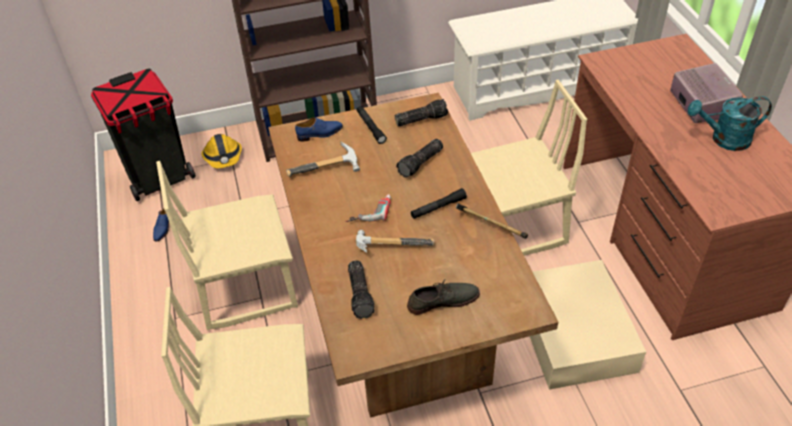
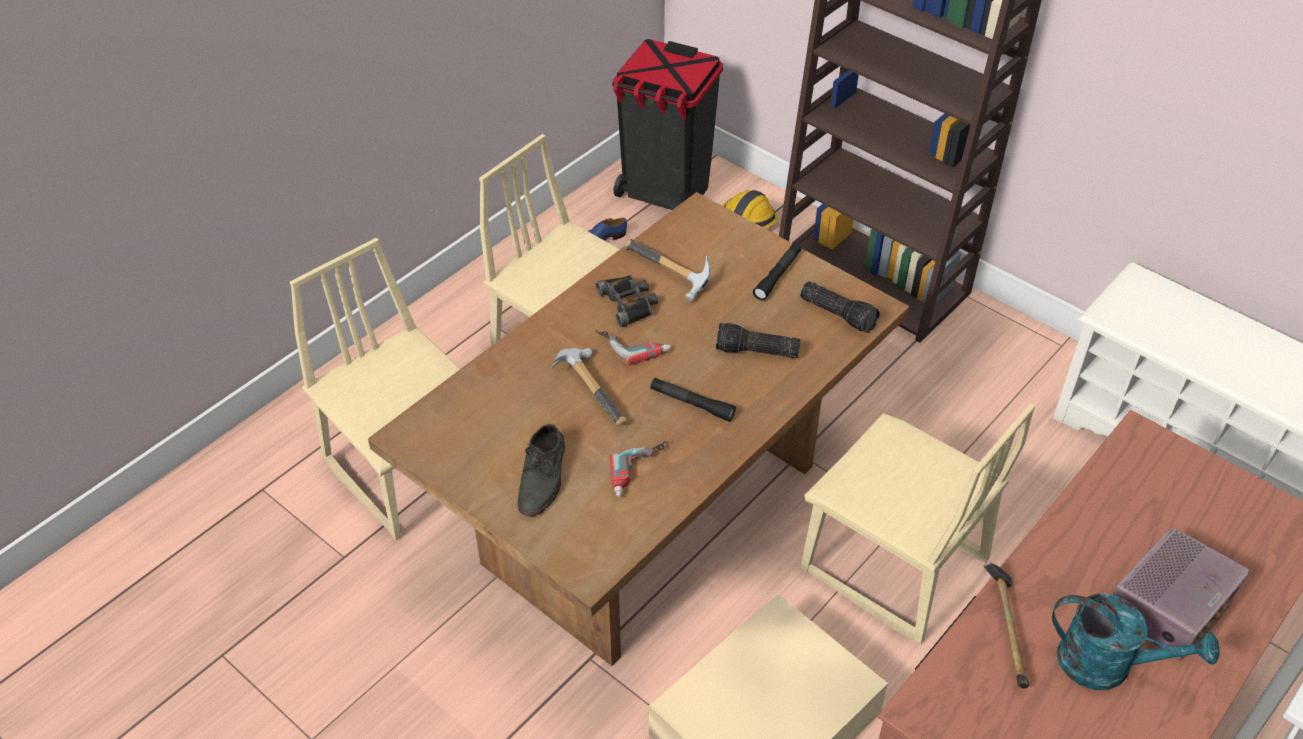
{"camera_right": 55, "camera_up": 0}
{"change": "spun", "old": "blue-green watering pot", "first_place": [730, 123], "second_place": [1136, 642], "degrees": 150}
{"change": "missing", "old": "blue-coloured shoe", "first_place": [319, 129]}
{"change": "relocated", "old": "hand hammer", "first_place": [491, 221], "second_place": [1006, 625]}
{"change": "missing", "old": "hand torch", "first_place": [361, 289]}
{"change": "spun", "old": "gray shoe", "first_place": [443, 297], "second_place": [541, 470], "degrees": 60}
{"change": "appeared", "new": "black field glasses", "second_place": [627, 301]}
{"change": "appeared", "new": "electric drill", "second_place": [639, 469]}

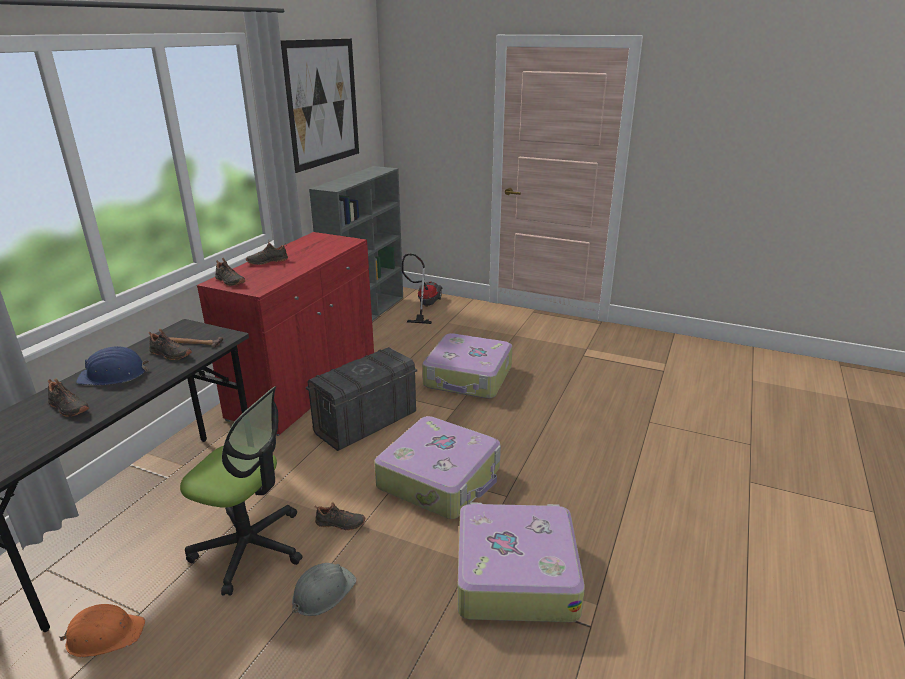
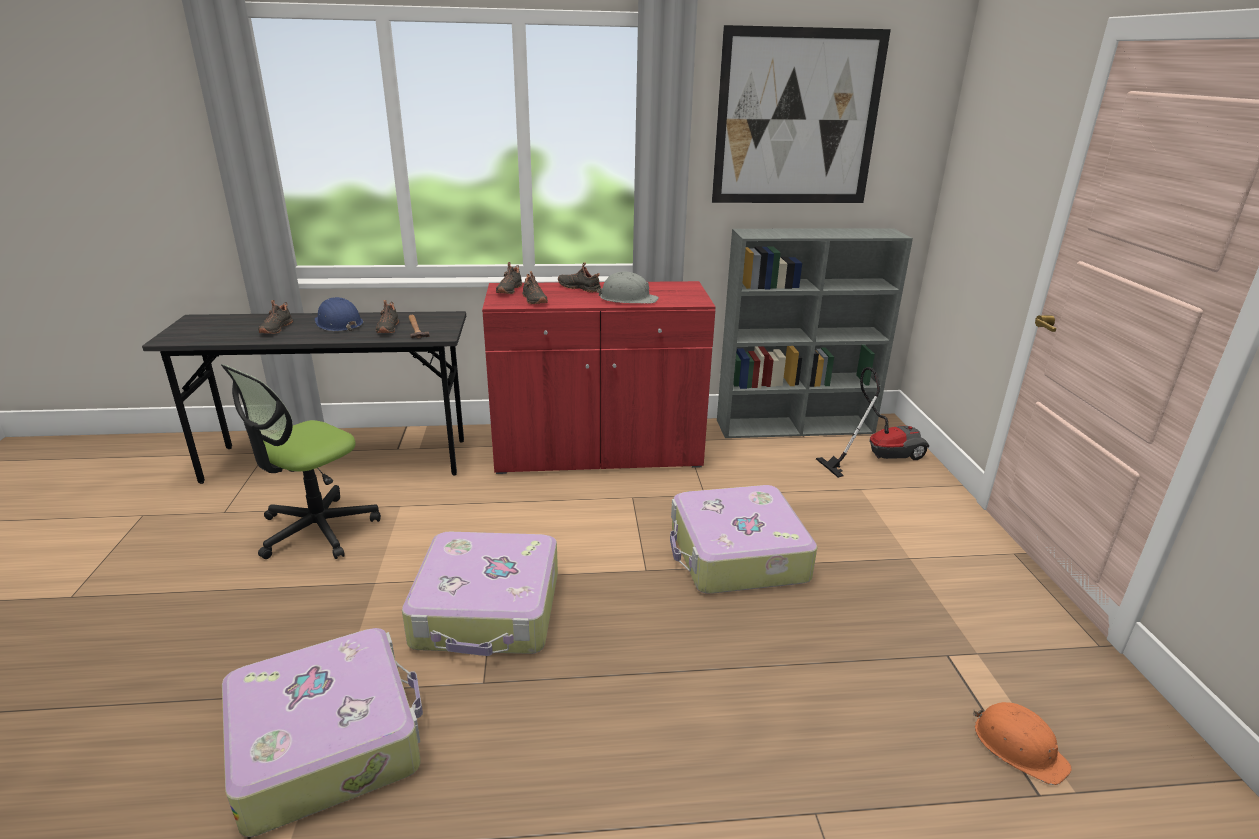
{"camera_right": 60, "camera_up": 0}
{"change": "missing", "old": "gray storage bin", "first_place": [361, 399]}
{"change": "spun", "old": "computer chair", "first_place": [241, 491], "second_place": [301, 461], "degrees": 45}
{"change": "relocated", "old": "black shoe", "first_place": [339, 516], "second_place": [535, 287]}
{"change": "relocated", "old": "gray work helmet", "first_place": [324, 589], "second_place": [627, 288]}
{"change": "relocated", "old": "orangey work helmet", "first_place": [102, 630], "second_place": [1022, 743]}

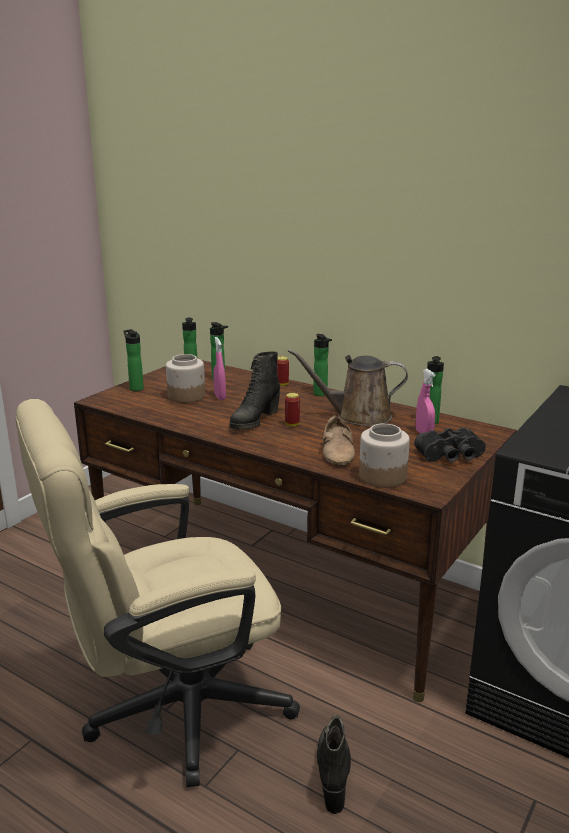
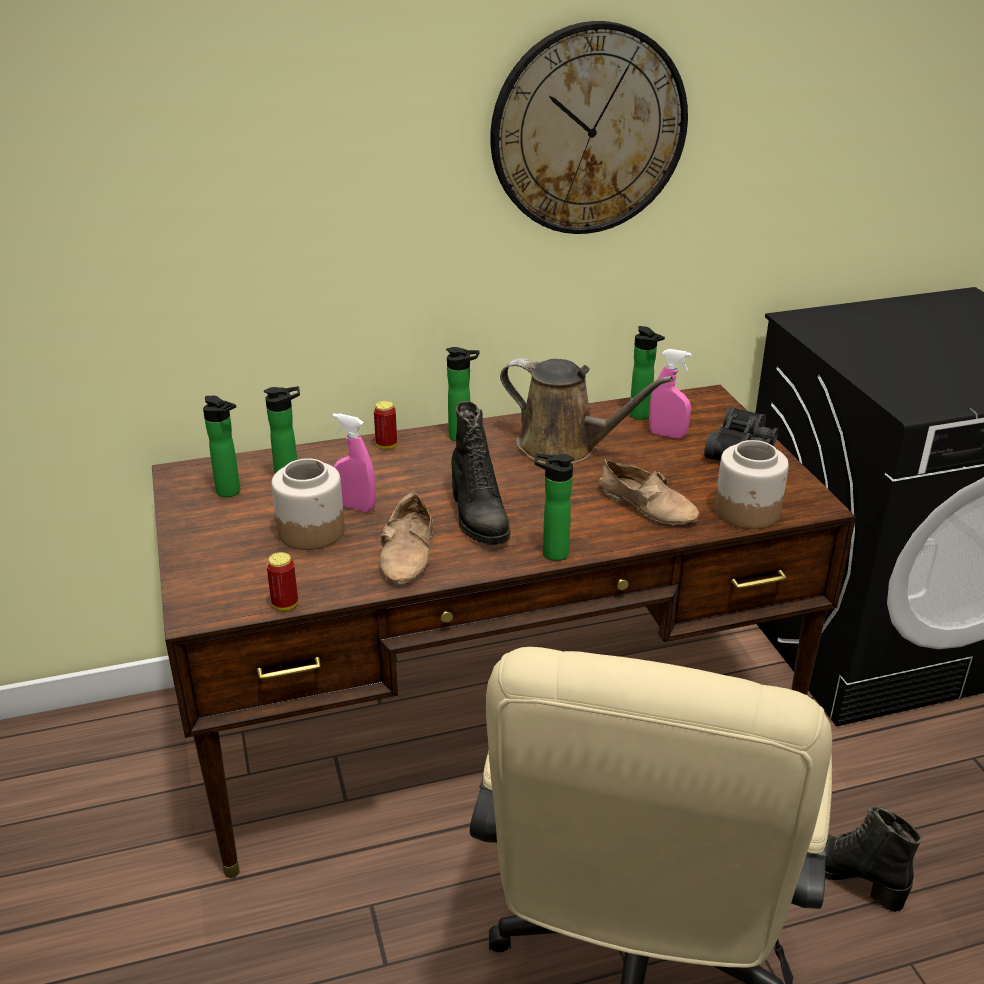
{"camera_right": -50, "camera_up": 10}
{"change": "relocated", "old": "beverage bottle", "first_place": [134, 360], "second_place": [554, 507]}
{"change": "spun", "old": "brownish watering pot", "first_place": [348, 387], "second_place": [586, 411], "degrees": -105}
{"change": "relocated", "old": "metal can", "first_place": [292, 409], "second_place": [282, 581]}
{"change": "appeared", "new": "clock on the wall", "second_place": [589, 127]}
{"change": "appeared", "new": "sand-coloured shoe", "second_place": [406, 537]}

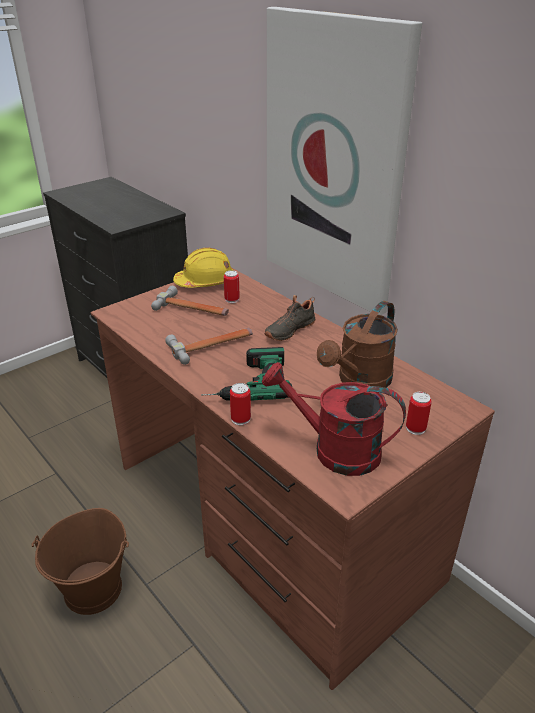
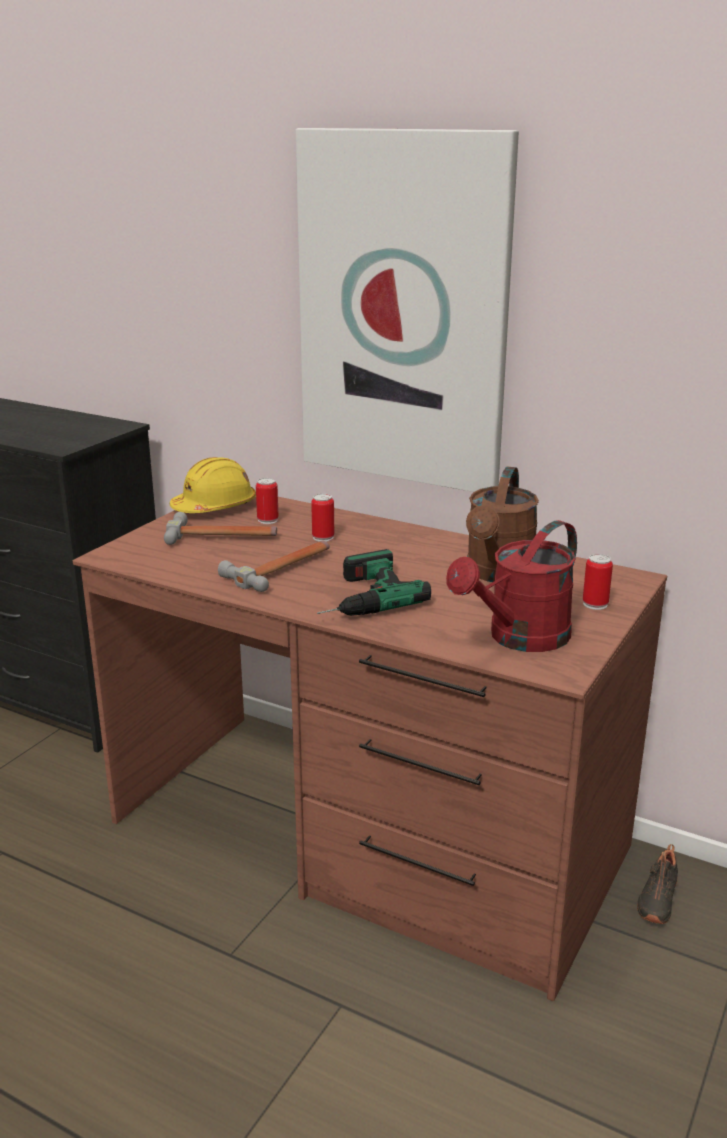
{"camera_right": -20, "camera_up": -10}
{"change": "relocated", "old": "black shoe", "first_place": [290, 318], "second_place": [657, 884]}
{"change": "spun", "old": "reddish watering pot", "first_place": [334, 419], "second_place": [511, 586], "degrees": -45}
{"change": "relocated", "old": "metal can", "first_place": [240, 404], "second_place": [322, 518]}
{"change": "missing", "old": "brownish pail", "first_place": [80, 561]}

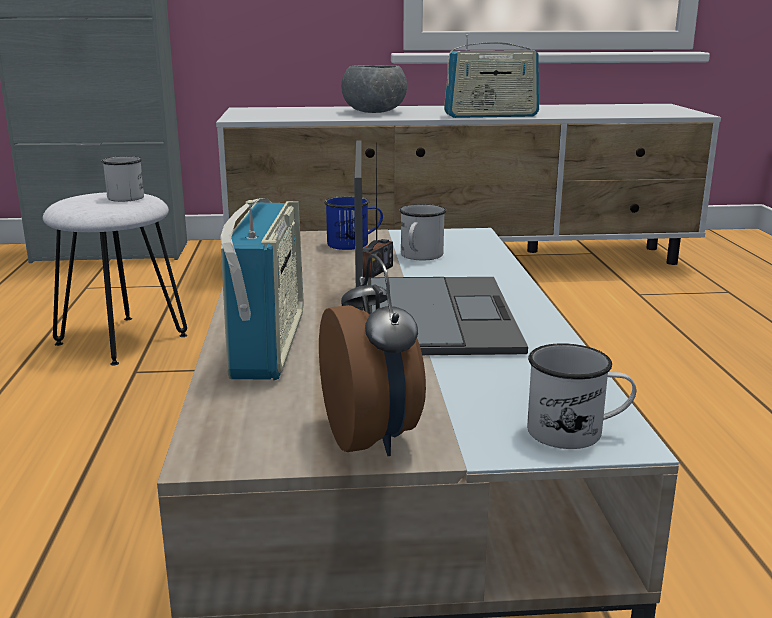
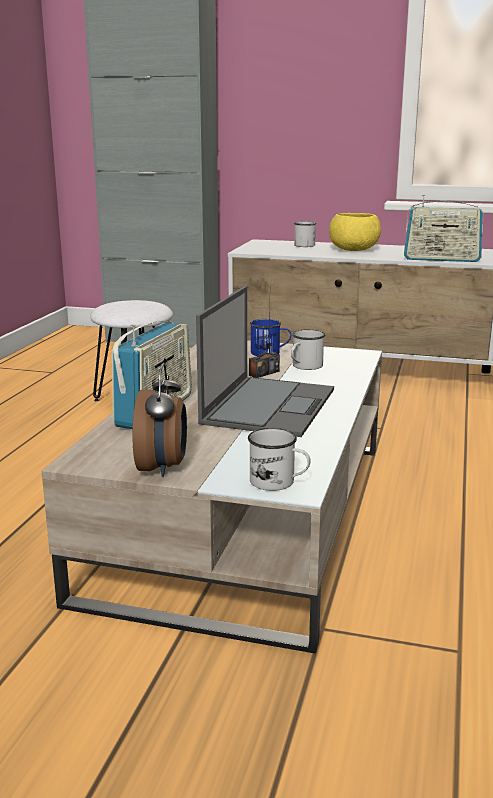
{"camera_right": 20, "camera_up": 0}
{"change": "colour", "old": "gray bowl", "new": "yellow bowl", "first_place": [374, 89], "second_place": [355, 232]}
{"change": "relocated", "old": "white mug", "first_place": [122, 179], "second_place": [305, 234]}

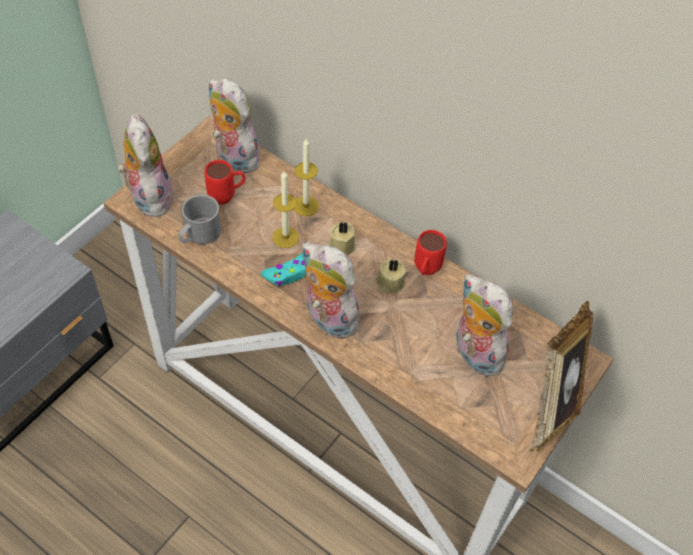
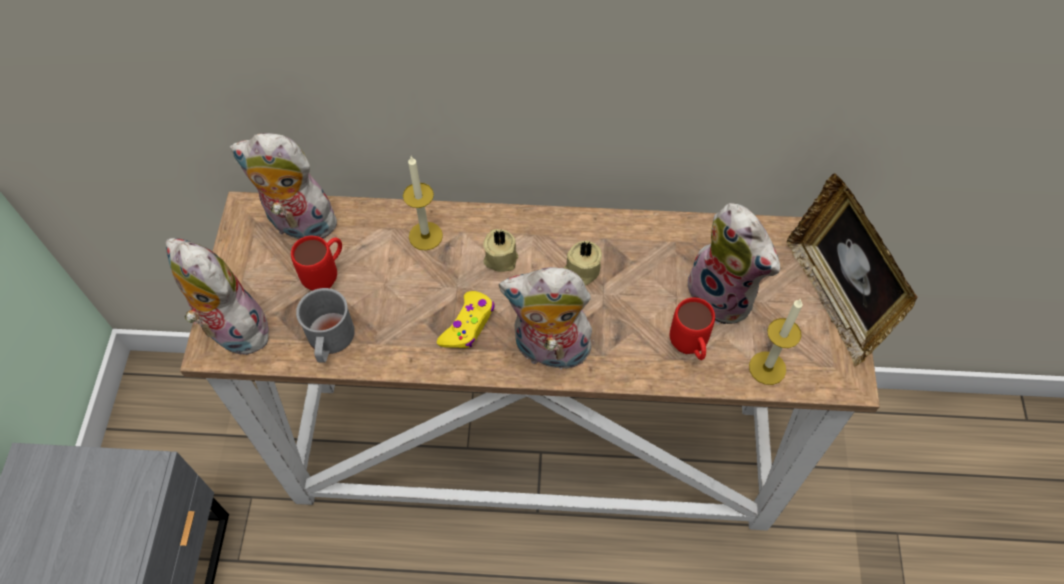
{"camera_right": -30, "camera_up": 5}
{"change": "relocated", "old": "candle", "first_place": [285, 209], "second_place": [776, 342]}
{"change": "relocated", "old": "reddish mug", "first_place": [430, 252], "second_place": [692, 329]}
{"change": "colour", "old": "blue-green joypad", "new": "yellow joypad", "first_place": [283, 269], "second_place": [465, 319]}
{"change": "spun", "old": "plush toy", "first_place": [484, 325], "second_place": [731, 264], "degrees": -150}

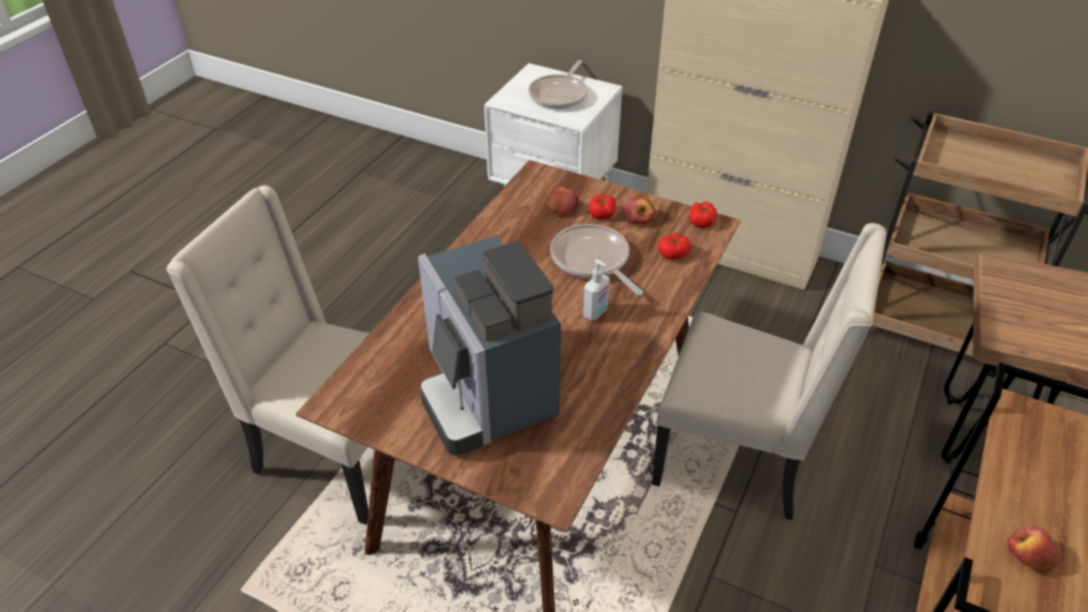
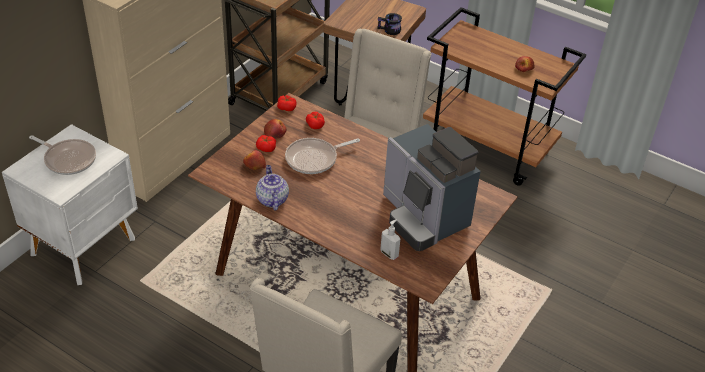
{"camera_right": -85, "camera_up": 0}
{"change": "spun", "old": "coffee maker", "first_place": [489, 345], "second_place": [432, 187], "degrees": 75}
{"change": "relocated", "old": "soap dispenser", "first_place": [596, 290], "second_place": [390, 239]}
{"change": "appeared", "new": "black mug", "second_place": [389, 24]}
{"change": "appeared", "new": "tea pot", "second_place": [272, 187]}

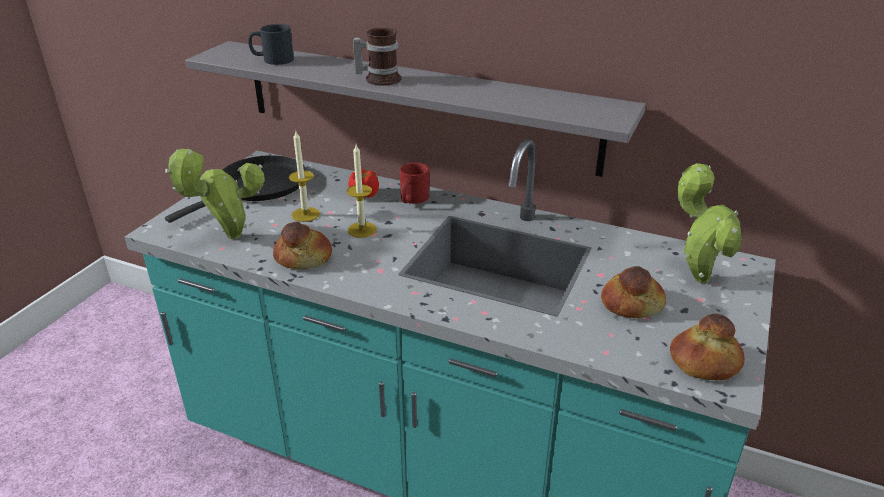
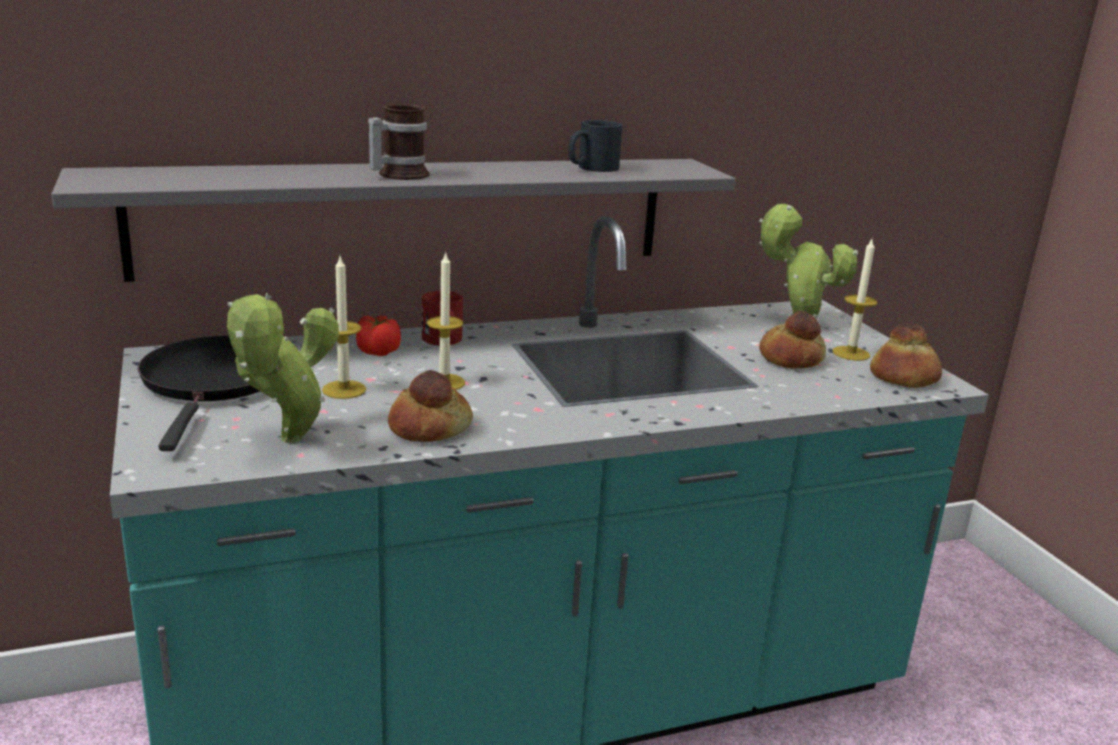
{"camera_right": -45, "camera_up": -10}
{"change": "relocated", "old": "black mug", "first_place": [271, 44], "second_place": [596, 146]}
{"change": "appeared", "new": "candle", "second_place": [855, 299]}

